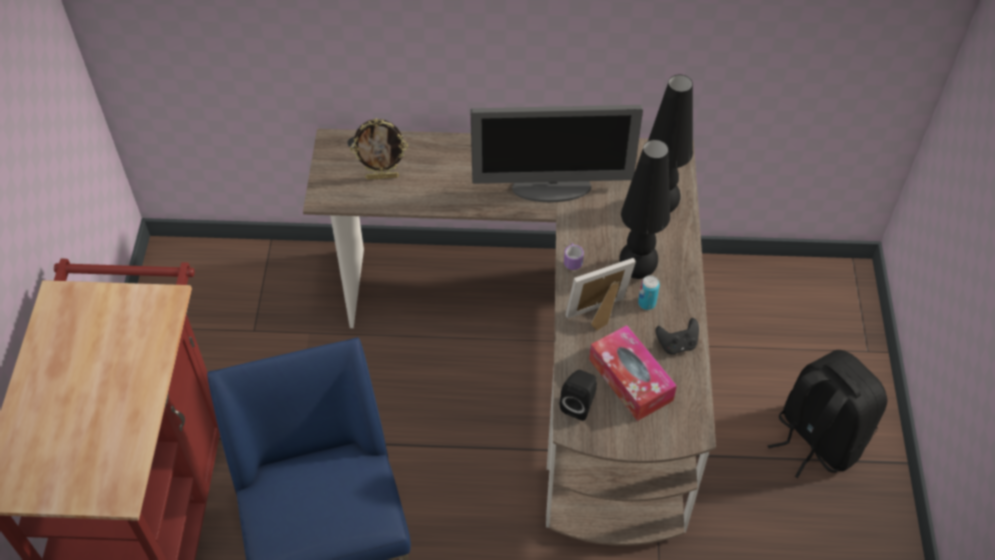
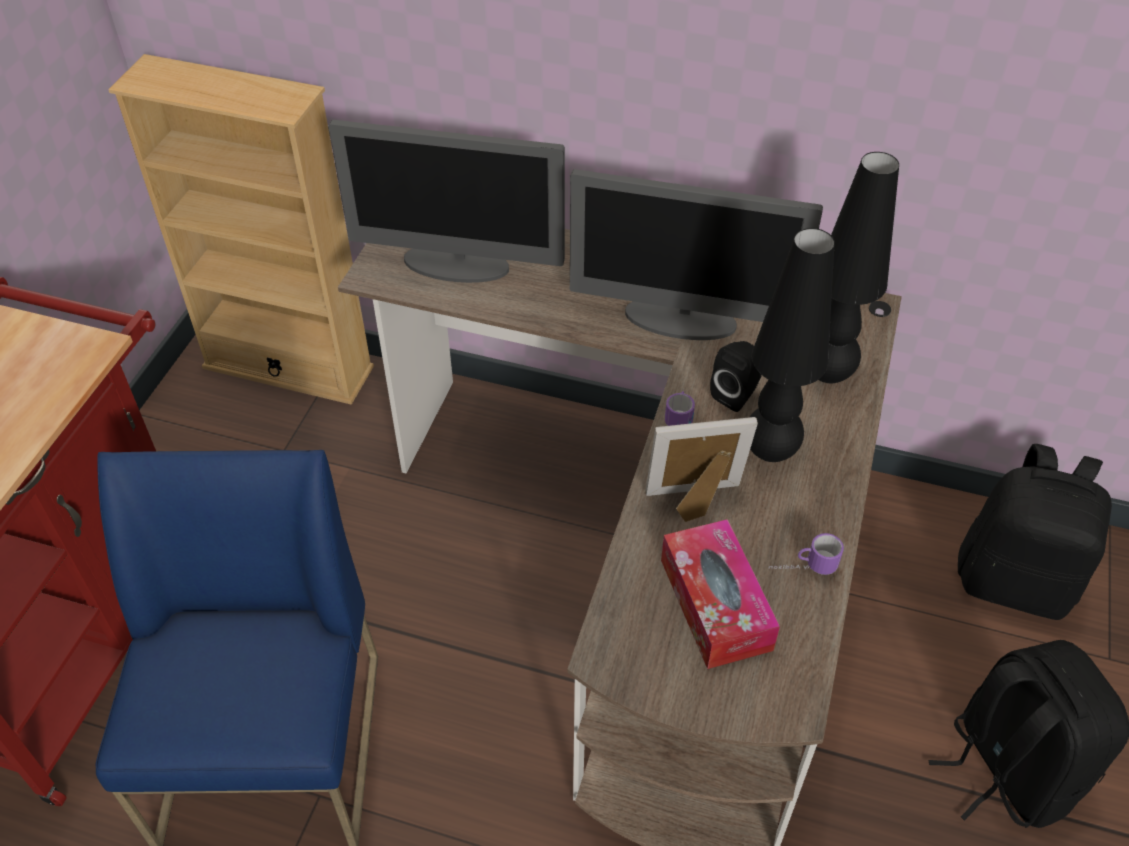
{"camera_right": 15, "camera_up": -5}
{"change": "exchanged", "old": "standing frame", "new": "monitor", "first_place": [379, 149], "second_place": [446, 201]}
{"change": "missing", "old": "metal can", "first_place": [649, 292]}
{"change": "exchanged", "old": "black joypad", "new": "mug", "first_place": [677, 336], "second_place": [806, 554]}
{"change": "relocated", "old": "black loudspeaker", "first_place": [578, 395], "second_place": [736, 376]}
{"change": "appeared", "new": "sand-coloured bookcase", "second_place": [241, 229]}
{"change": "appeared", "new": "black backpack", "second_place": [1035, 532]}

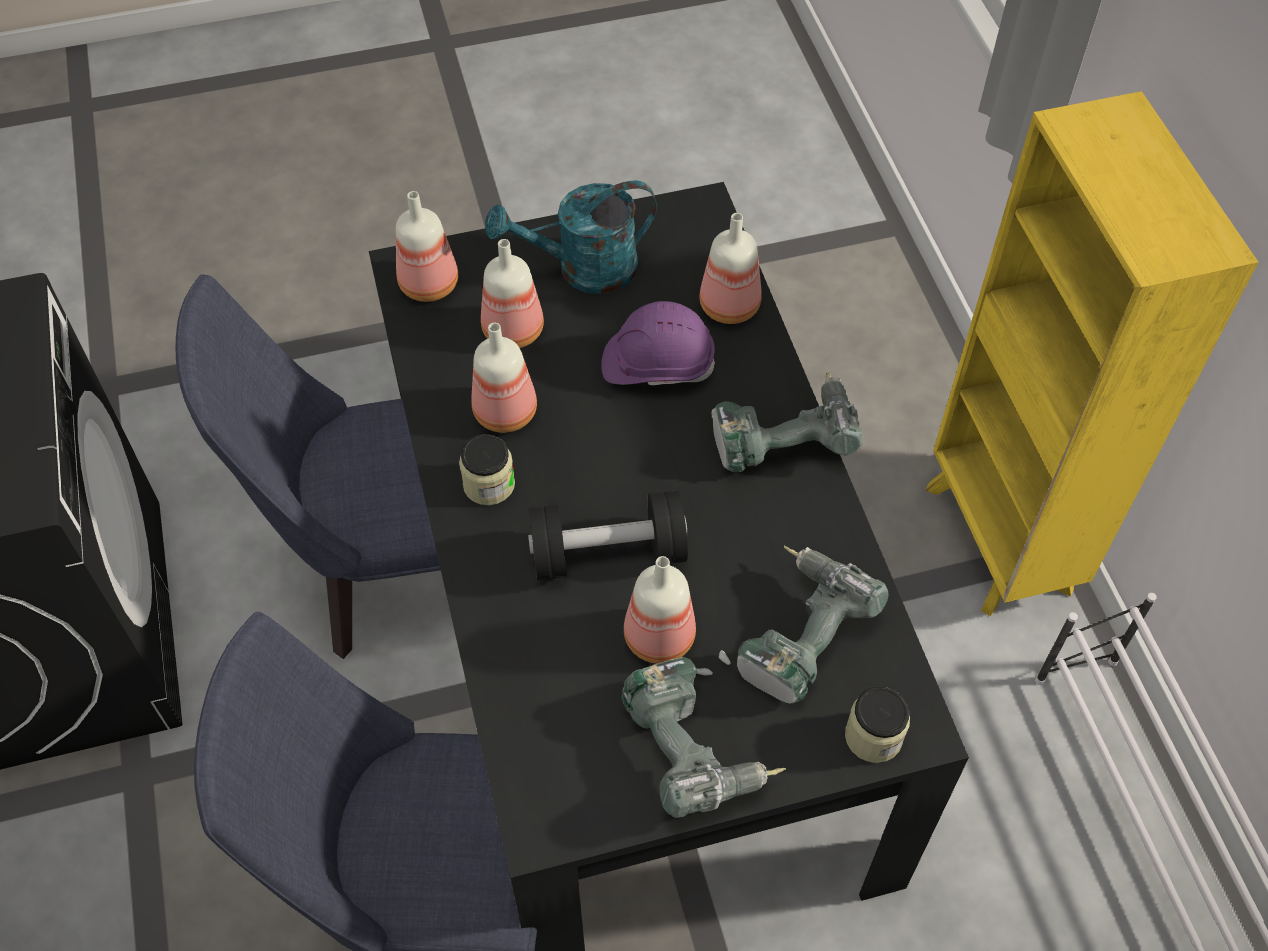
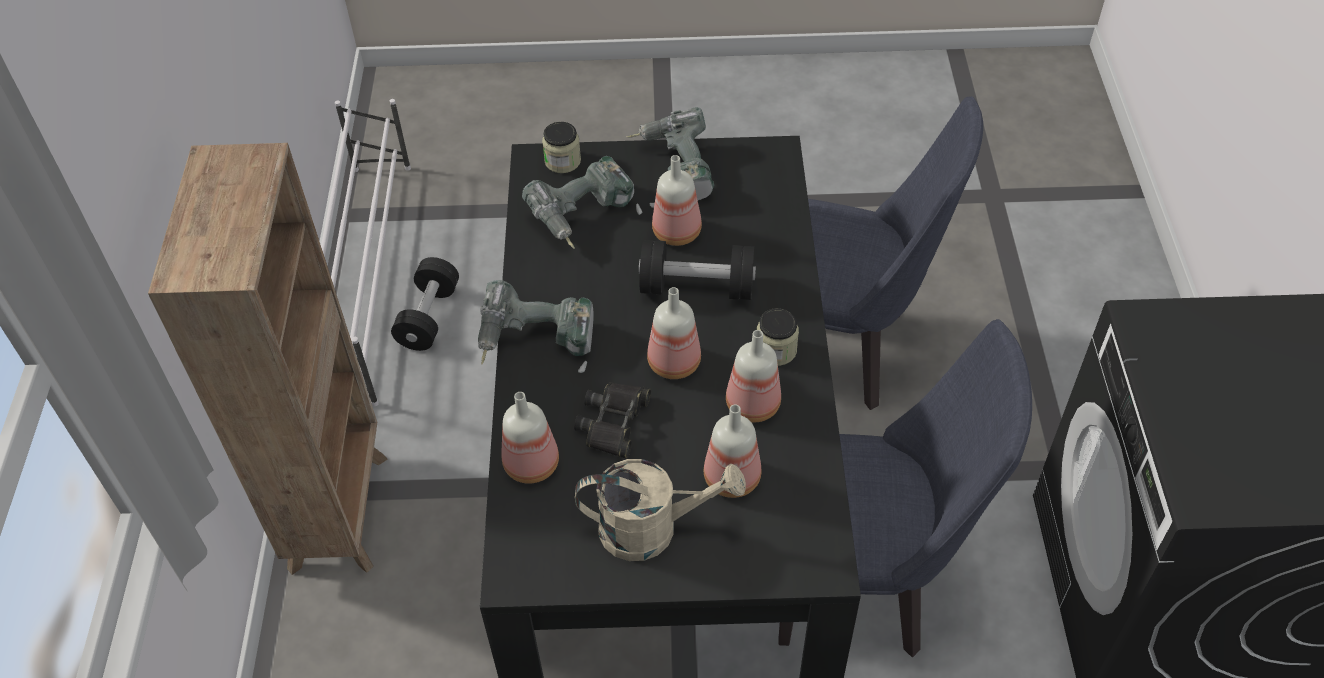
{"camera_right": -165, "camera_up": -5}
{"change": "colour", "old": "yellow bookcase", "new": "brownish bookcase", "first_place": [1092, 353], "second_place": [267, 359]}
{"change": "colour", "old": "blue-green watering pot", "new": "sand-coloured watering pot", "first_place": [571, 237], "second_place": [660, 510]}
{"change": "relocated", "old": "beverage bottle", "first_place": [427, 246], "second_place": [674, 333]}
{"change": "exchanged", "old": "purplish work helmet", "new": "black field glasses", "first_place": [658, 343], "second_place": [612, 420]}
{"change": "appeared", "new": "black dumbbell", "second_place": [425, 304]}

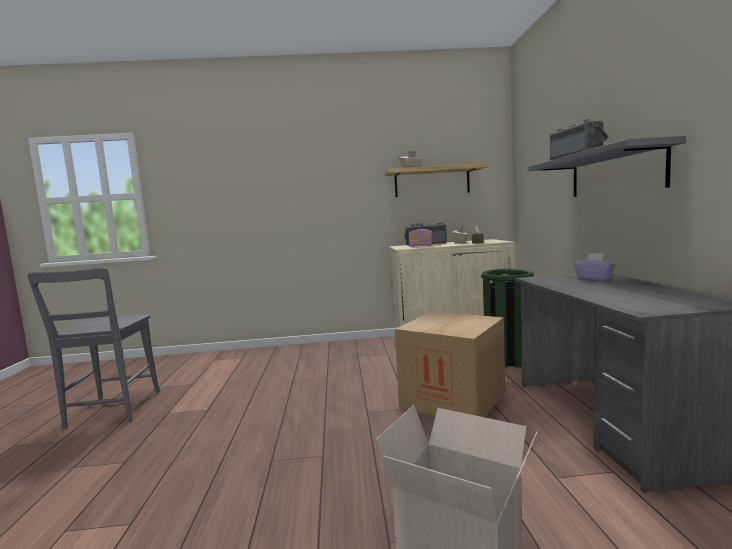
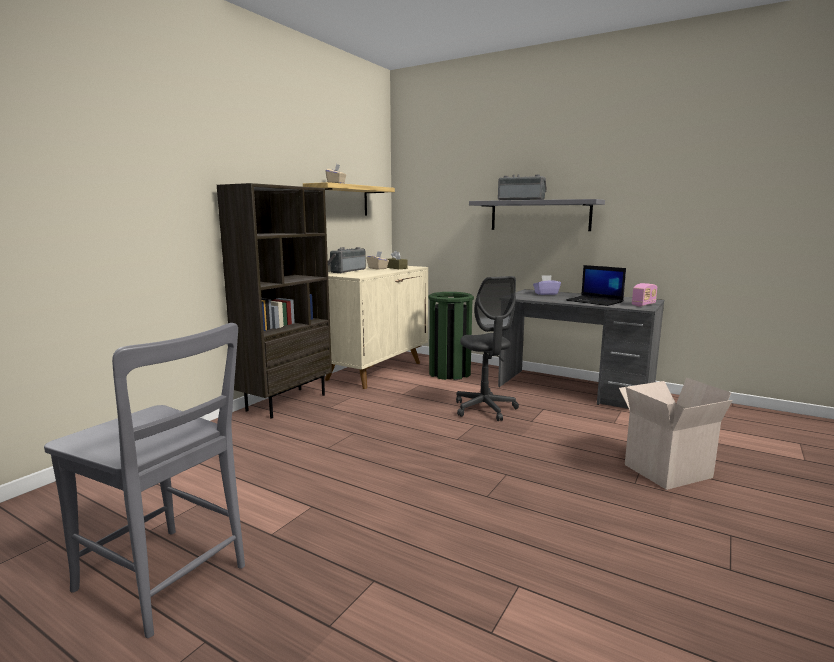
{"camera_right": -55, "camera_up": 5}
{"change": "relocated", "old": "radio receiver", "first_place": [421, 238], "second_place": [644, 294]}
{"change": "exchanged", "old": "carton", "new": "gray computer chair", "first_place": [450, 364], "second_place": [487, 348]}
{"change": "appeared", "new": "brownish bookcase", "second_place": [274, 300]}
{"change": "appeared", "new": "notebook computer", "second_place": [596, 285]}

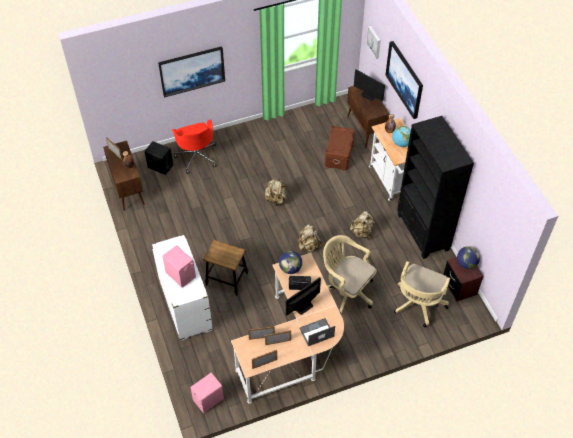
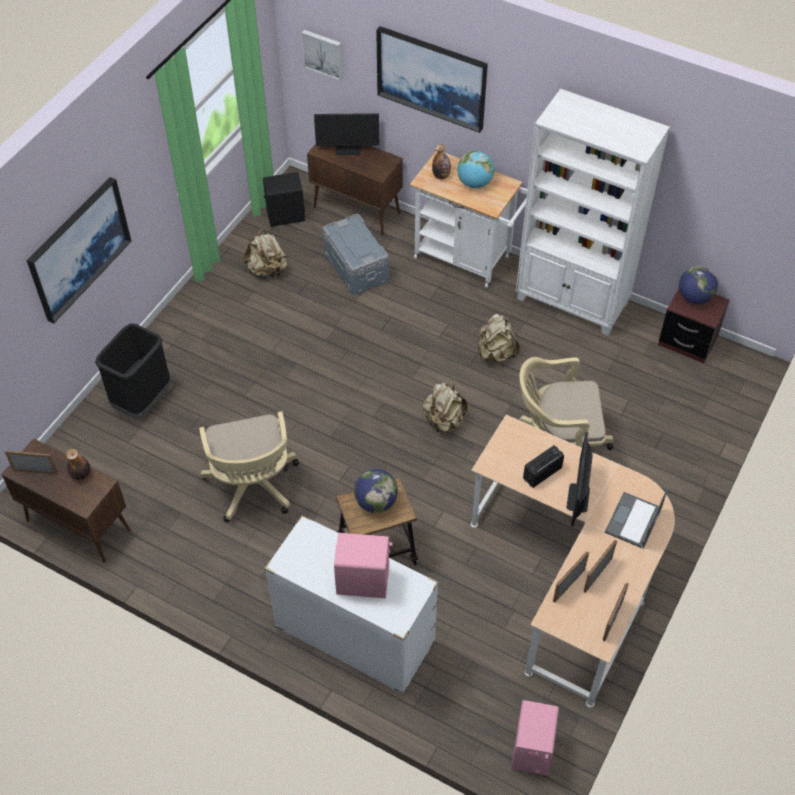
{"camera_right": -40, "camera_up": 0}
{"change": "colour", "old": "black bookcase", "new": "white bookcase", "first_place": [435, 187], "second_place": [593, 212]}
{"change": "exchanged", "old": "reddish computer chair", "new": "black waste bin", "first_place": [194, 147], "second_place": [133, 371]}
{"change": "colour", "old": "brownish storage bin", "new": "gray storage bin", "first_place": [340, 148], "second_place": [356, 254]}
{"change": "relocated", "old": "black loudspeaker", "first_place": [159, 158], "second_place": [284, 199]}
{"change": "relocated", "old": "sand-coloured backpack", "first_place": [275, 192], "second_place": [265, 253]}
{"change": "relocated", "old": "globe", "first_place": [290, 262], "second_place": [376, 491]}
{"change": "relocated", "old": "sand-coloured computer chair", "first_place": [422, 294], "second_place": [249, 466]}

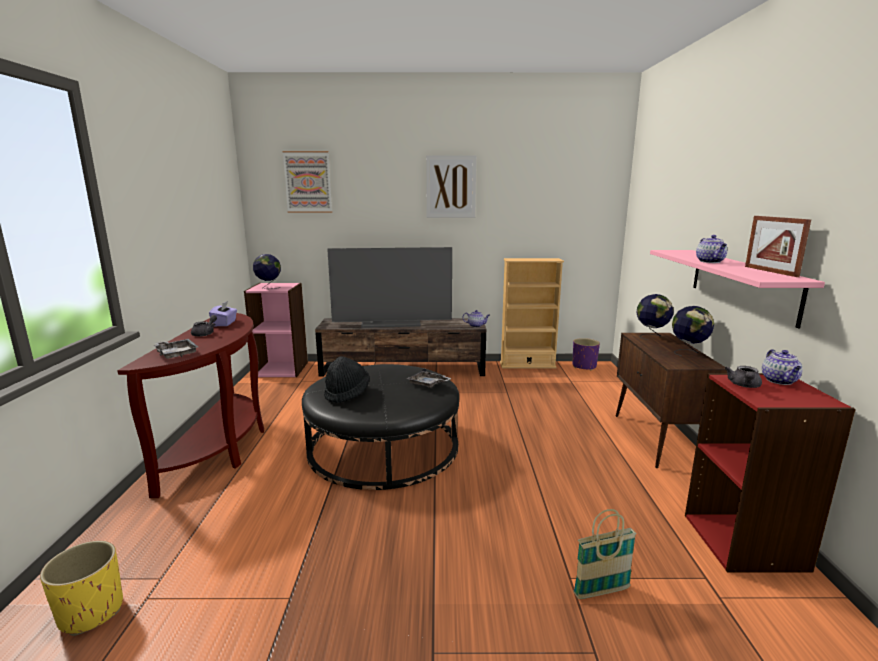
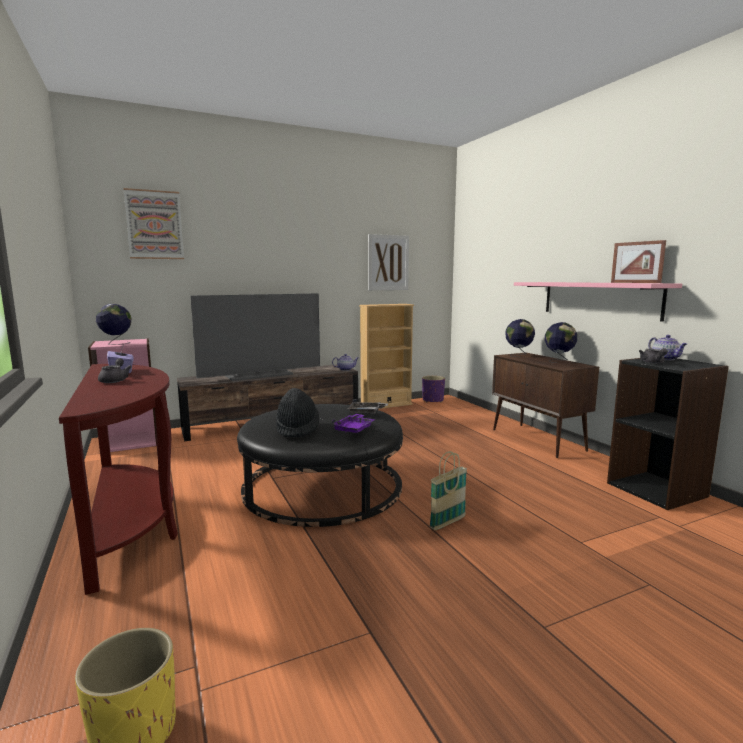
{"camera_right": -25, "camera_up": -5}
{"change": "relocated", "old": "wall picture", "first_place": [451, 186], "second_place": [388, 262]}
{"change": "missing", "old": "tea pot", "first_place": [711, 249]}
{"change": "missing", "old": "gray tray", "first_place": [176, 349]}
{"change": "colour", "old": "reddish bookcase", "new": "black bookcase", "first_place": [770, 473], "second_place": [668, 434]}
{"change": "relocated", "old": "household basket", "first_place": [604, 554], "second_place": [448, 490]}
{"change": "appeared", "new": "purplish tray", "second_place": [353, 423]}

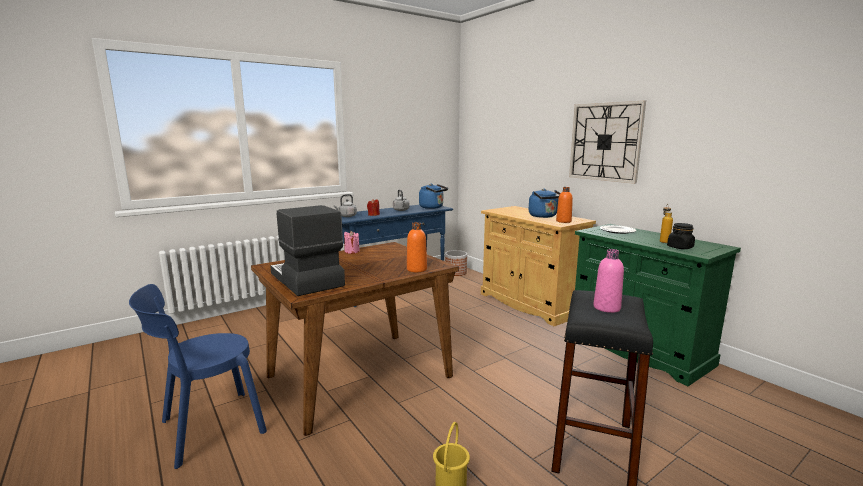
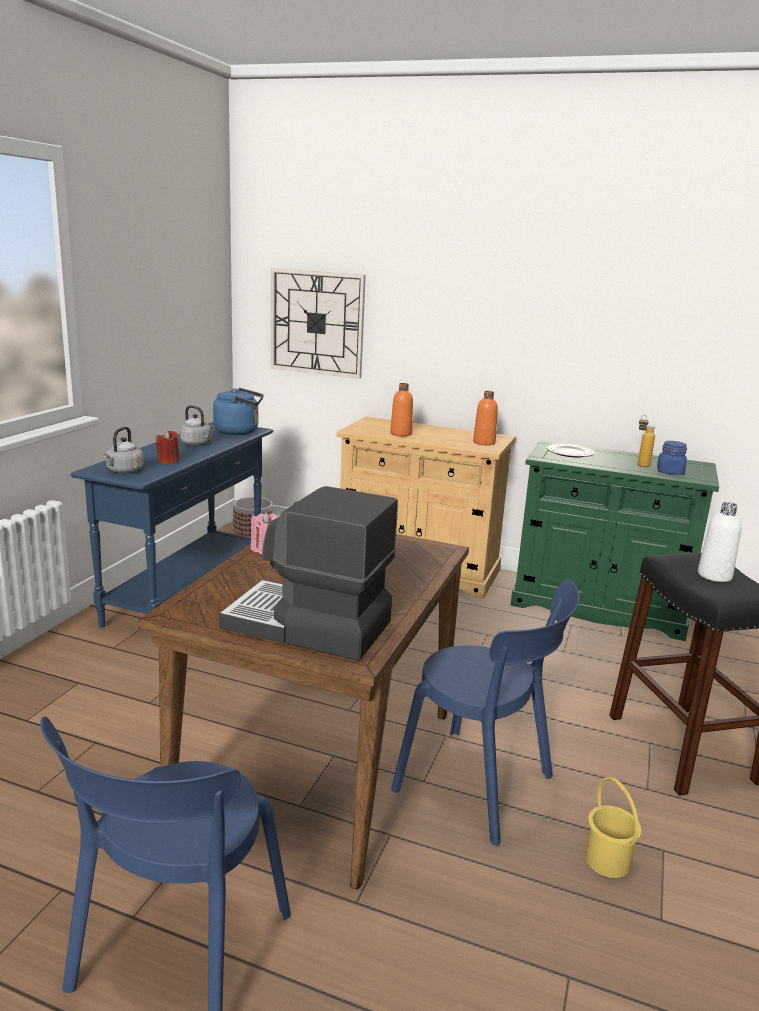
{"camera_right": -35, "camera_up": 5}
{"change": "relocated", "old": "clock on the wall", "first_place": [607, 142], "second_place": [318, 323]}
{"change": "missing", "old": "blue-coloured tea kettle", "first_place": [544, 203]}
{"change": "relocated", "old": "orangey beverage bottle", "first_place": [417, 247], "second_place": [401, 409]}
{"change": "colour", "old": "black storage jar", "new": "blue-coloured storage jar", "first_place": [681, 236], "second_place": [672, 458]}
{"change": "colour", "old": "pinkish beverage bottle", "new": "white beverage bottle", "first_place": [608, 281], "second_place": [719, 542]}
{"change": "appeared", "new": "blue-coloured plain chair", "second_place": [485, 712]}

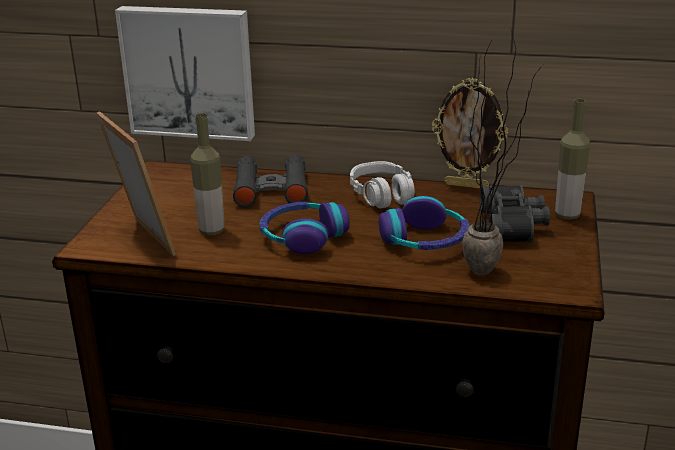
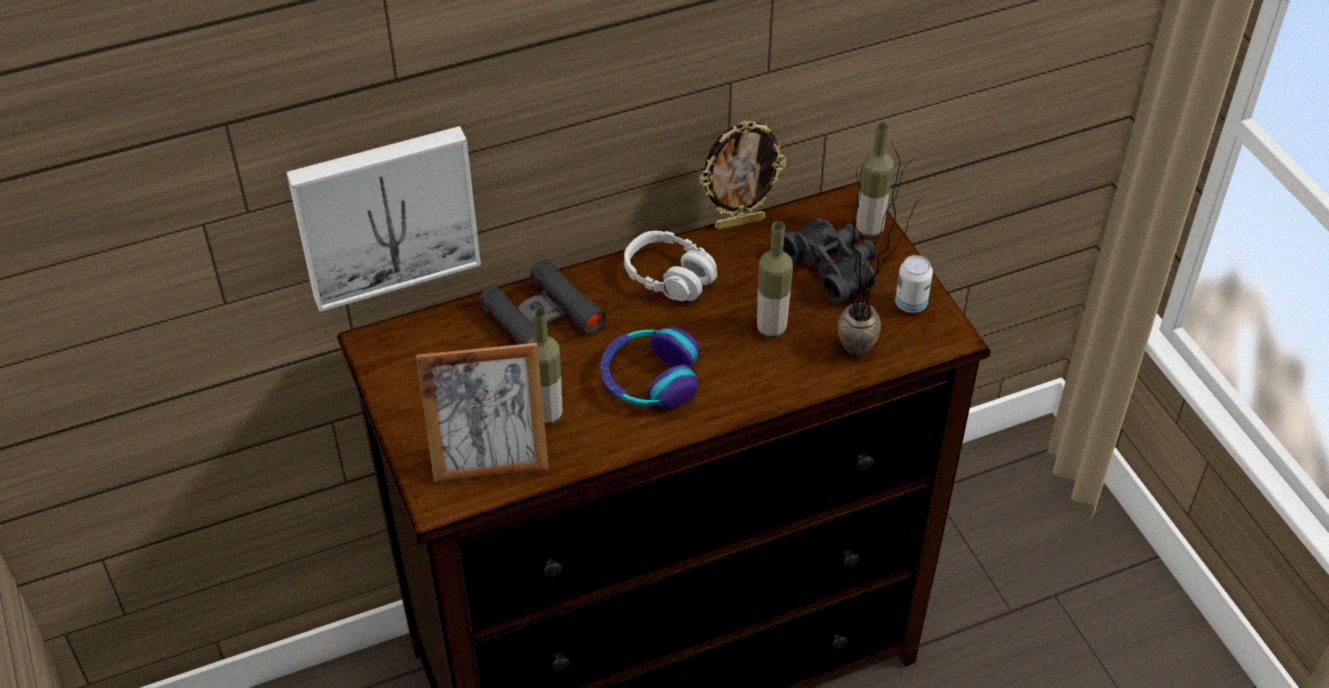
{"camera_right": -35, "camera_up": 20}
{"change": "spun", "old": "standing frame", "first_place": [136, 183], "second_place": [482, 413], "degrees": 150}
{"change": "exchanged", "old": "headphones", "new": "beverage bottle", "first_place": [423, 223], "second_place": [775, 279]}
{"change": "appeared", "new": "metal can", "second_place": [914, 284]}

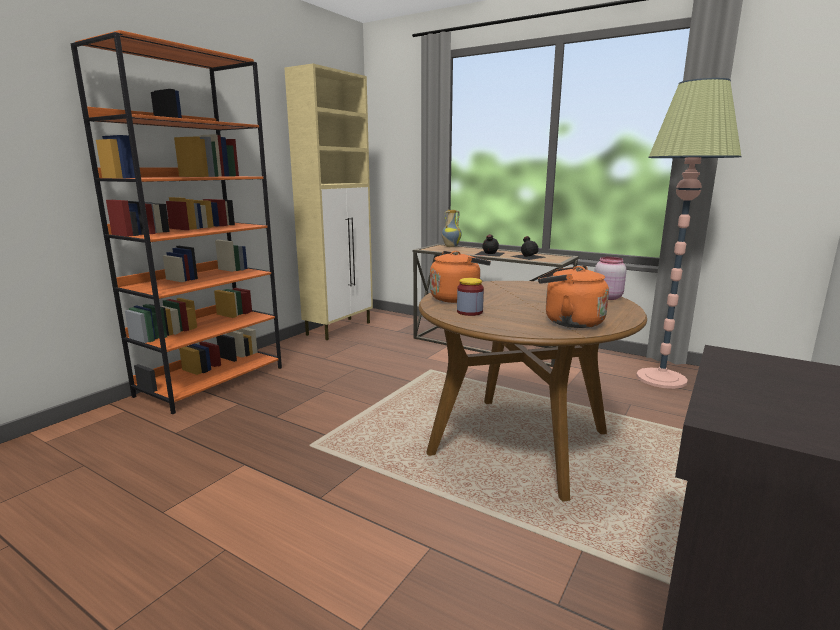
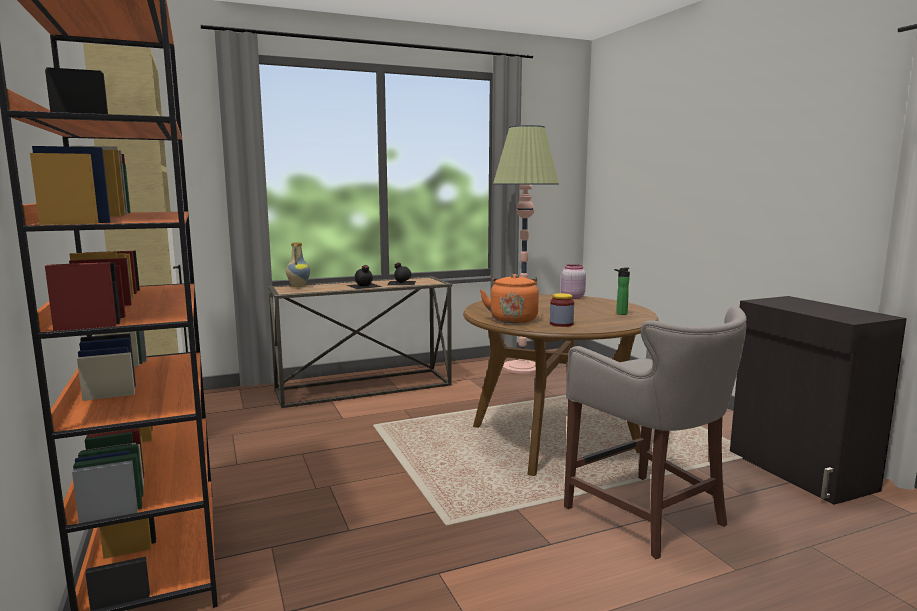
{"camera_right": -55, "camera_up": -5}
{"change": "exchanged", "old": "orangey tea kettle", "new": "beverage bottle", "first_place": [573, 297], "second_place": [622, 291]}
{"change": "appeared", "new": "gray stool seat", "second_place": [655, 432]}

